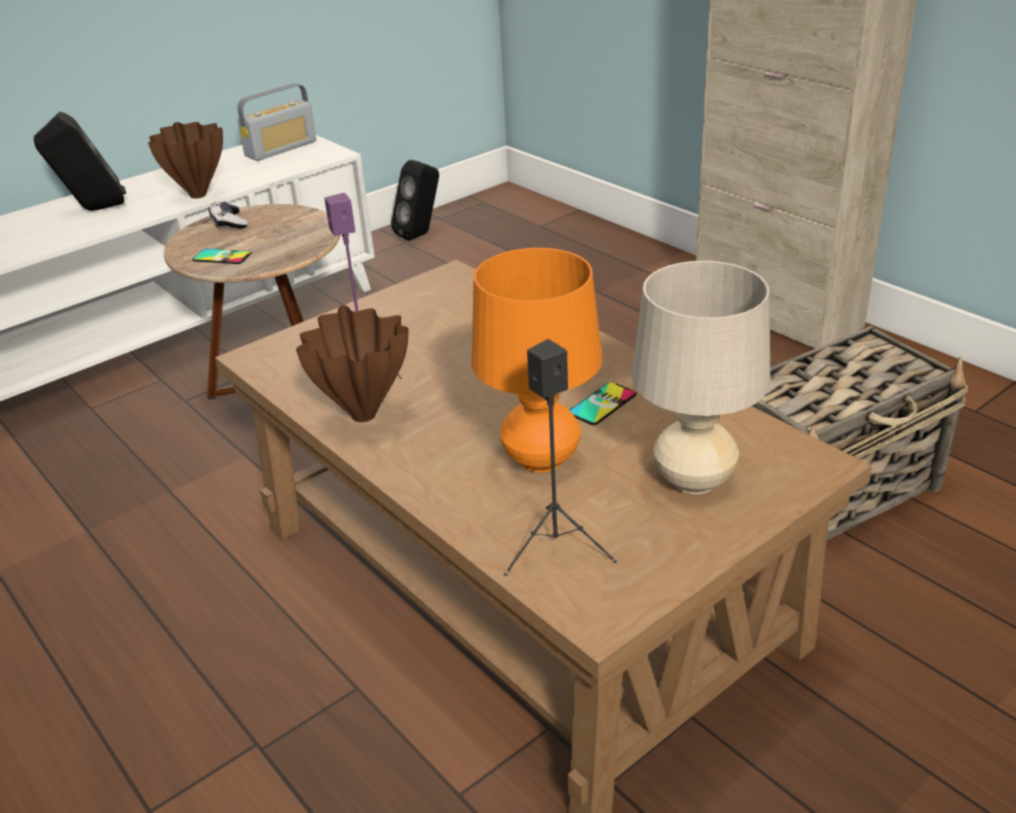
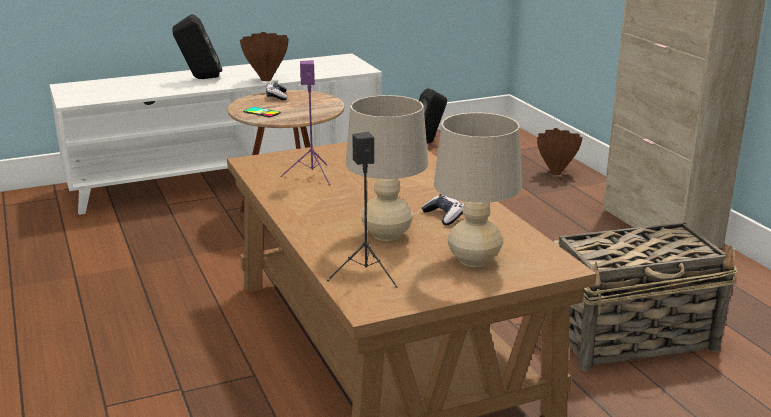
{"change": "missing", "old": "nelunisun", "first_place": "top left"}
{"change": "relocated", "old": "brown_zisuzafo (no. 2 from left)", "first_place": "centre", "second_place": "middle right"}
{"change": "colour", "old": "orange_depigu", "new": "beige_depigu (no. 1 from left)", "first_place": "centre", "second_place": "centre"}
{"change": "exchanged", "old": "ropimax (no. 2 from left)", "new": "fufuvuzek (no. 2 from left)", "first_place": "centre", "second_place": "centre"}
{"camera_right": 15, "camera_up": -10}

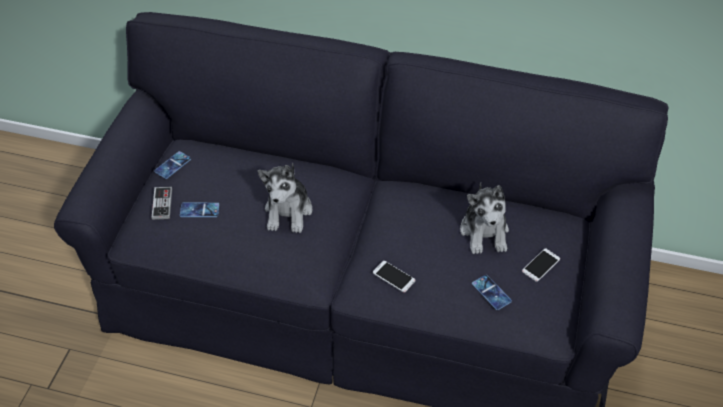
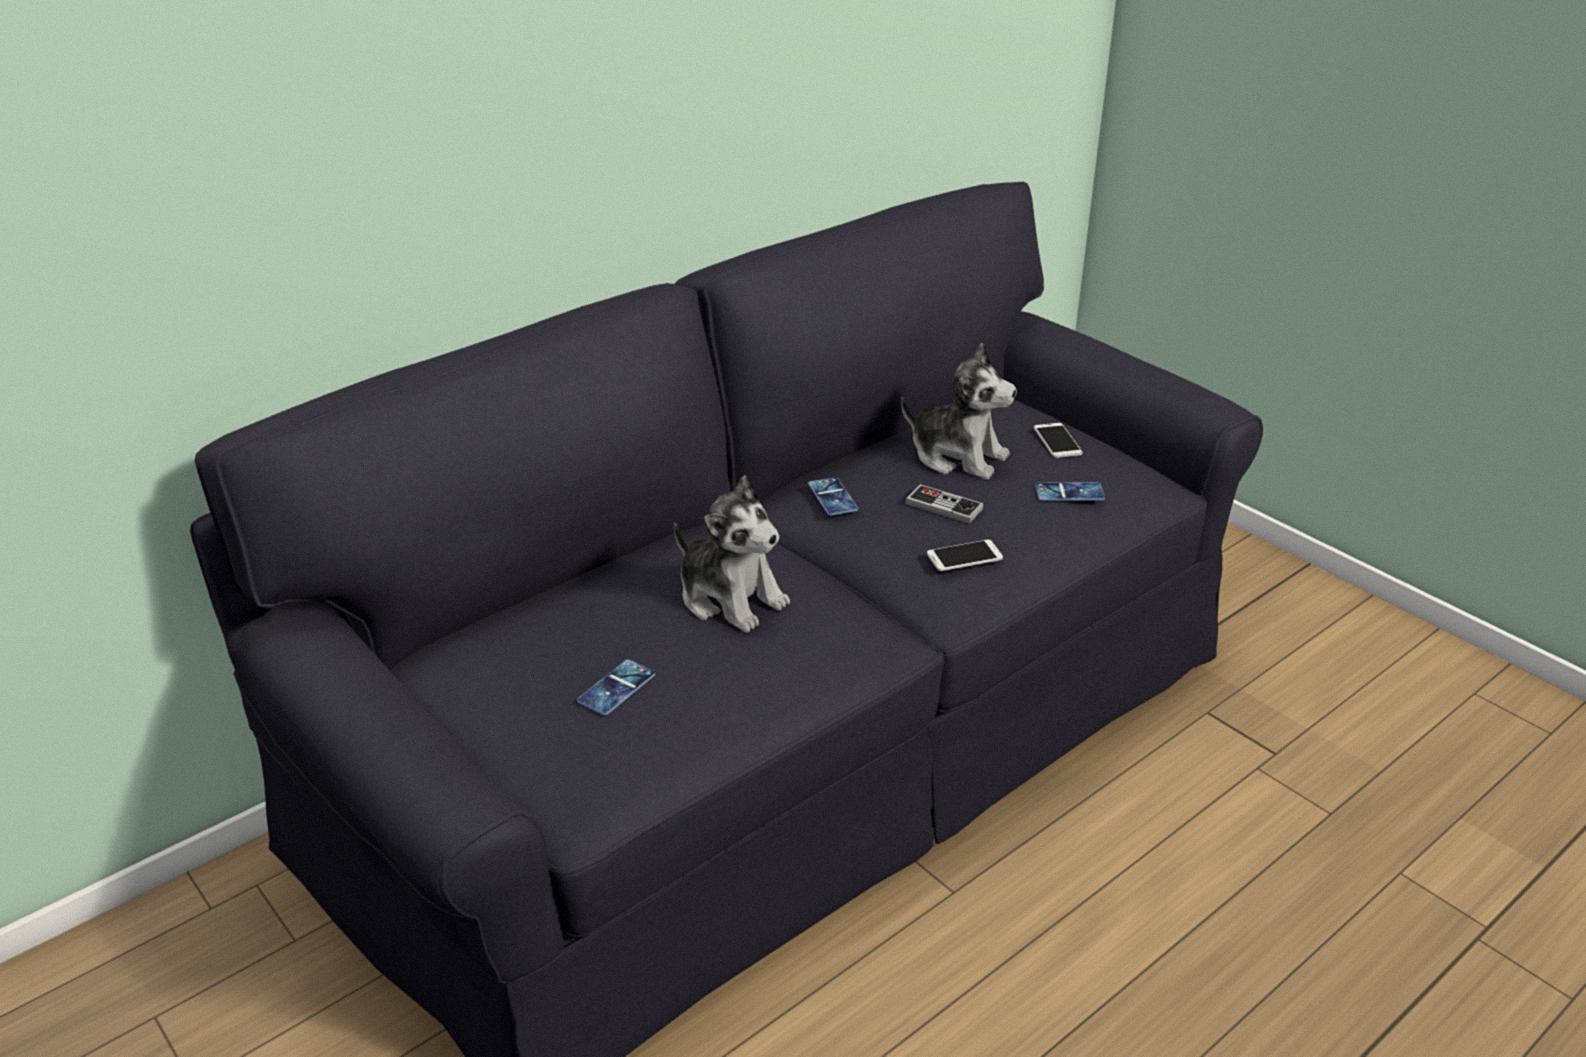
{"change": "relocated", "old": "fufuvuzek", "first_place": "middle left", "second_place": "centre"}
{"change": "relocated", "old": "ropimax (no. 1 from left in the first image)", "new": "ropimax (no. 2 from left)", "first_place": "middle left", "second_place": "centre"}
{"camera_right": -55, "camera_up": -15}

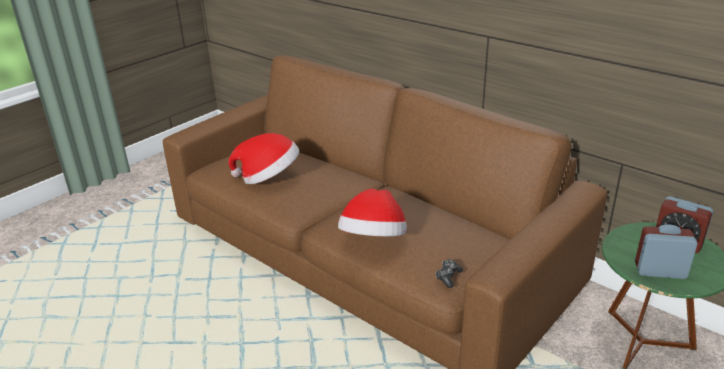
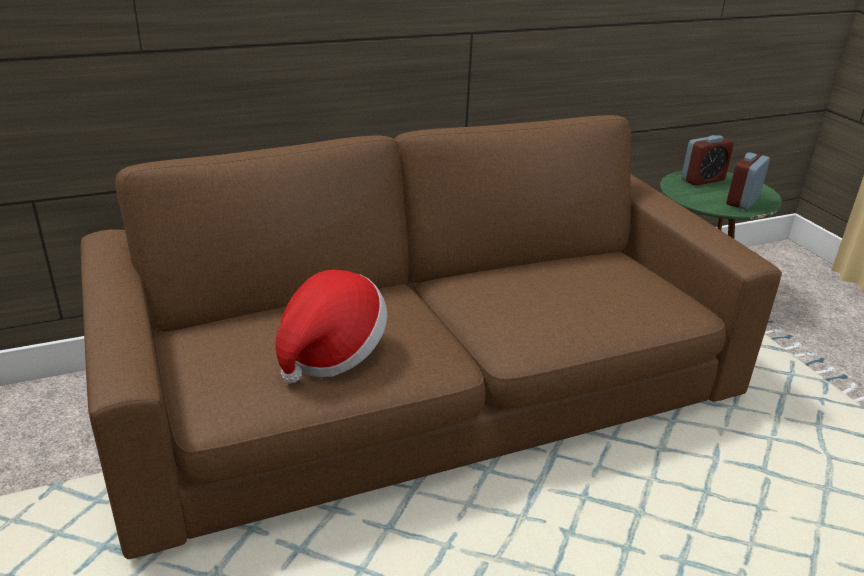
{"change": "missing", "old": "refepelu (no. 2 from left)", "first_place": "centre"}
{"change": "missing", "old": "fufuvuzek", "first_place": "bottom centre"}
{"camera_right": -65, "camera_up": 0}

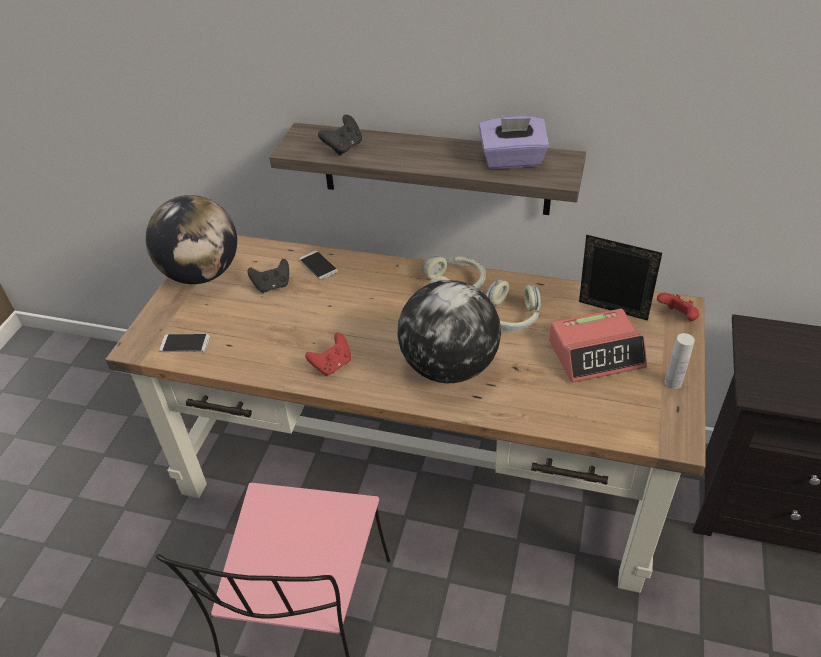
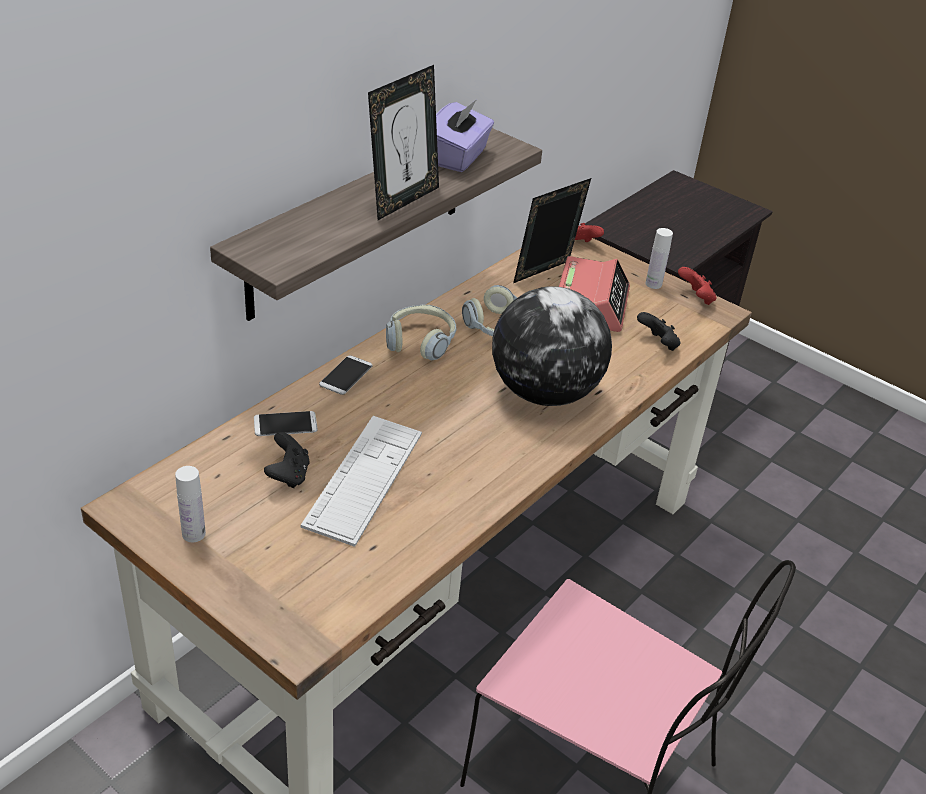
{"change": "exchanged", "old": "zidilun (no. 1 from left)", "new": "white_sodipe (no. 1 from left)", "first_place": "middle left", "second_place": "middle left"}
{"change": "relocated", "old": "ropimax (no. 1 from left in the first image)", "new": "ropimax (no. 2 from left)", "first_place": "middle left", "second_place": "centre"}
{"change": "relocated", "old": "red_fufuvuzek (no. 1 from left in the first image)", "new": "red_fufuvuzek (no. 2 from left)", "first_place": "centre", "second_place": "middle right"}
{"change": "relocated", "old": "black_fufuvuzek (no. 2 from left)", "first_place": "top centre", "second_place": "middle right"}
{"change": "appeared", "new": "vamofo", "second_place": "centre"}
{"change": "appeared", "new": "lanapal (no. 1 from left)", "second_place": "top centre"}
{"camera_right": -70, "camera_up": -5}

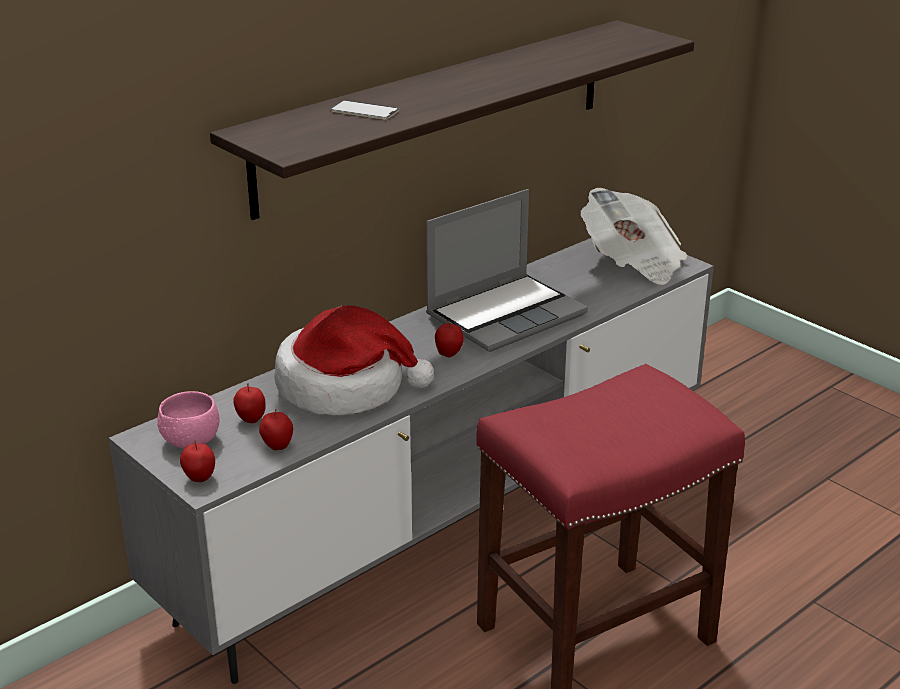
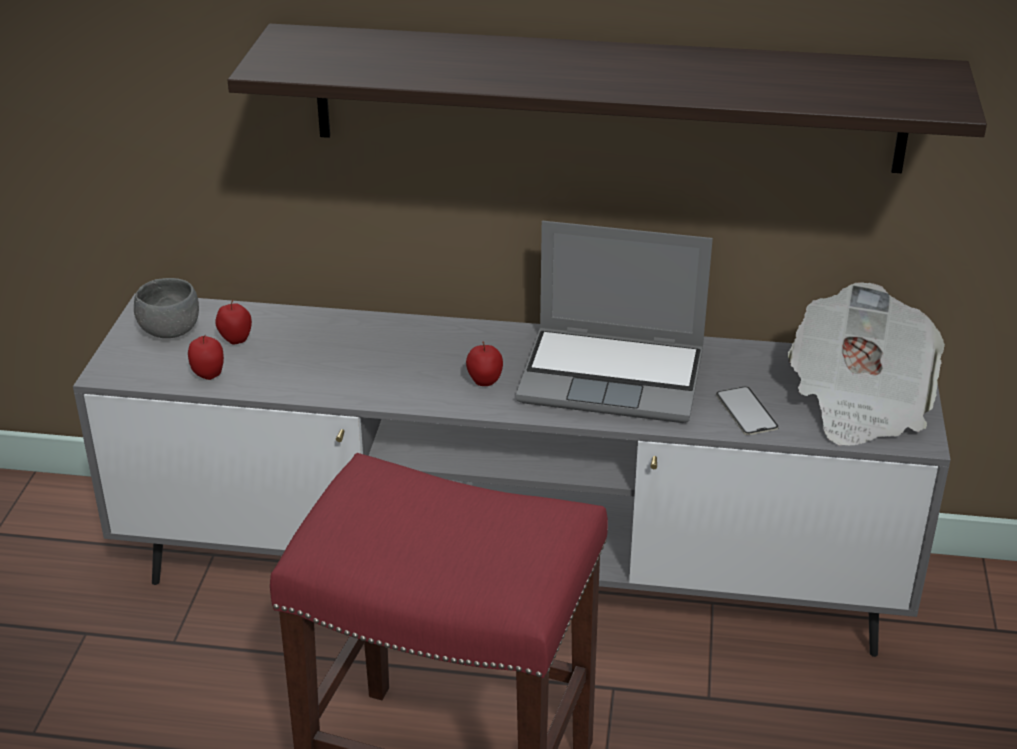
{"change": "colour", "old": "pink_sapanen", "new": "grey_sapanen", "first_place": "middle left", "second_place": "middle left"}
{"change": "missing", "old": "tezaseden (no. 1 from left)", "first_place": "bottom left"}
{"change": "missing", "old": "refepelu", "first_place": "centre"}
{"change": "relocated", "old": "ropimax", "first_place": "top centre", "second_place": "middle right"}
{"camera_right": 50, "camera_up": 5}

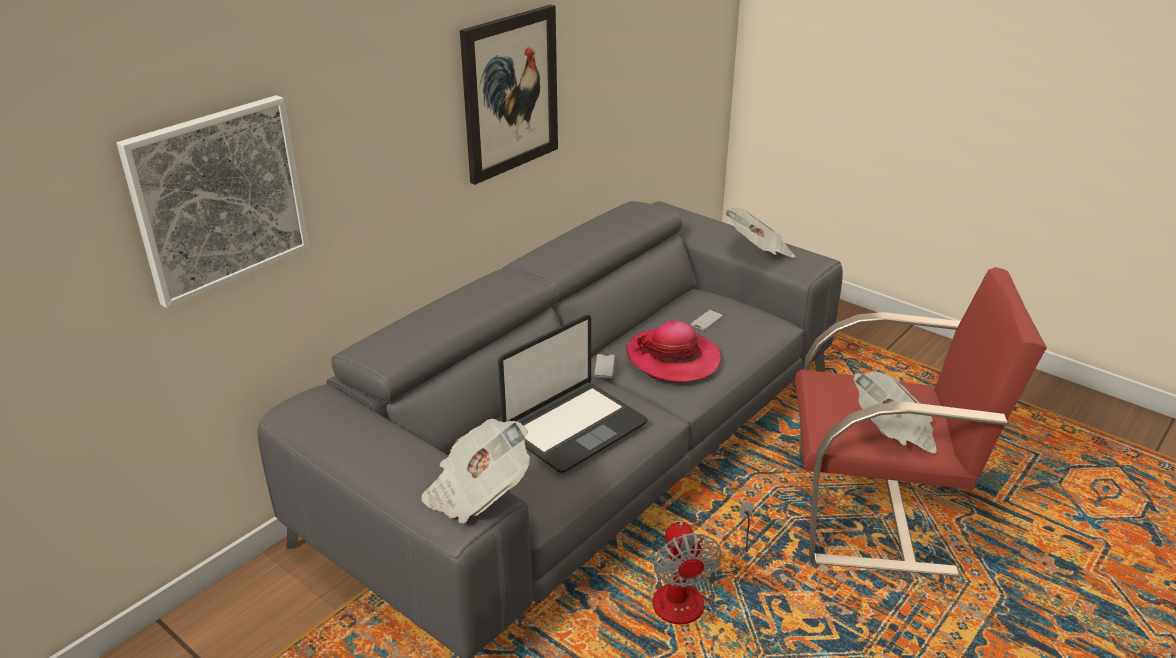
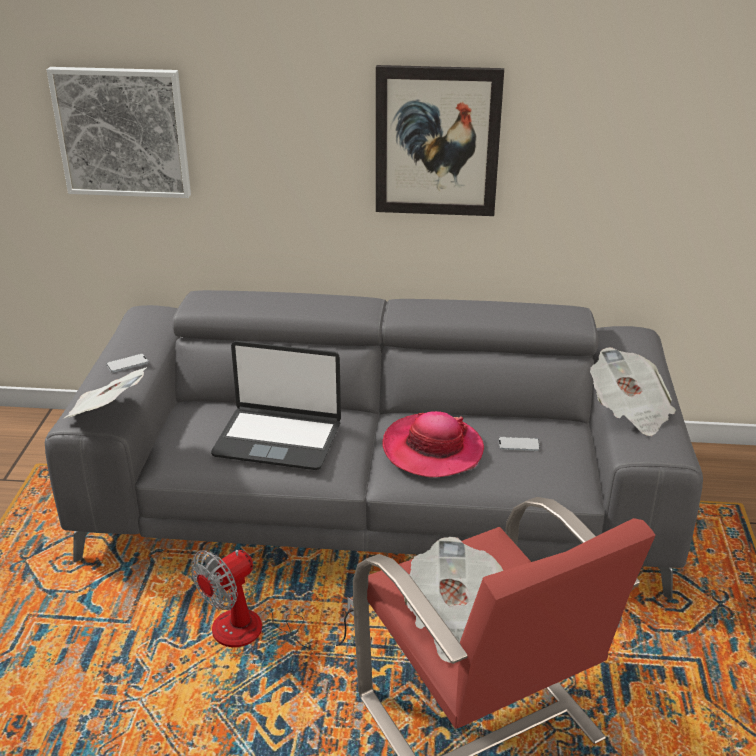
{"change": "relocated", "old": "ropimax (no. 1 from left)", "first_place": "centre", "second_place": "middle left"}
{"camera_right": 55, "camera_up": 0}

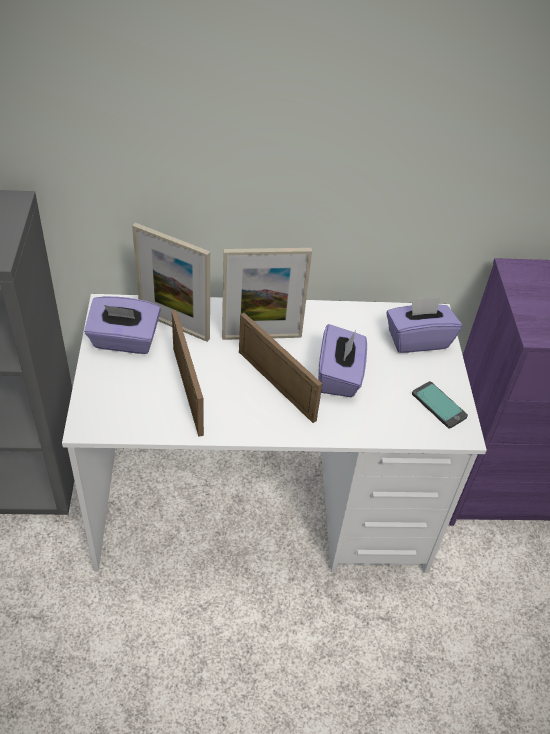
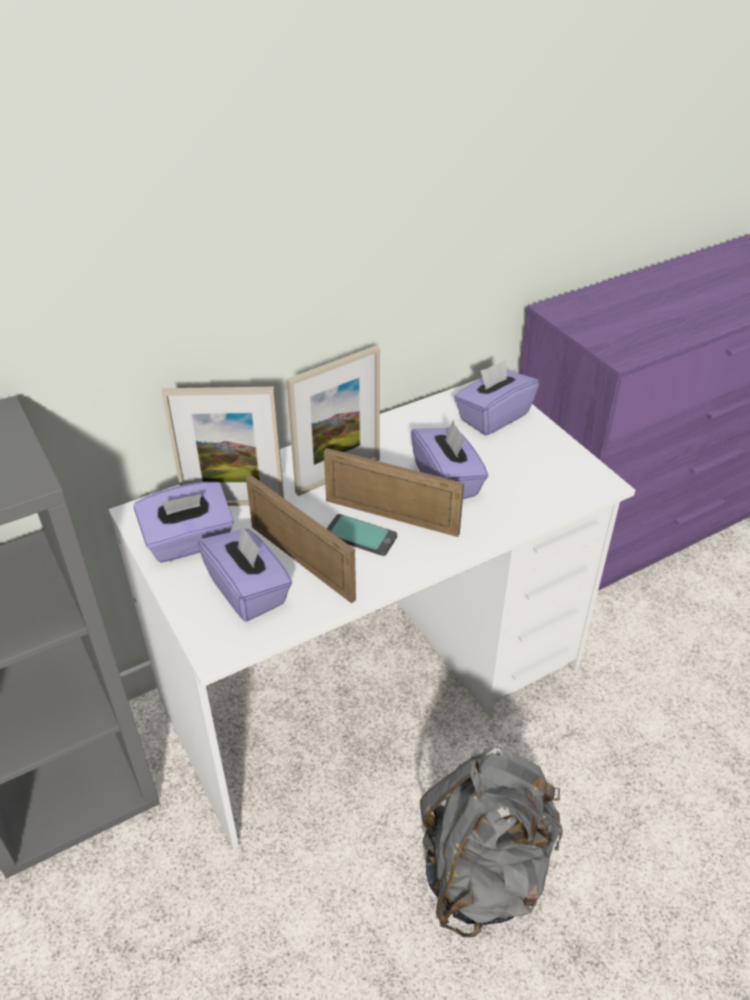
{"change": "relocated", "old": "ropimax", "first_place": "middle right", "second_place": "centre"}
{"change": "appeared", "new": "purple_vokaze (no. 2 from left)", "second_place": "middle left"}
{"change": "appeared", "new": "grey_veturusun", "second_place": "bottom centre"}
{"camera_right": -25, "camera_up": -5}

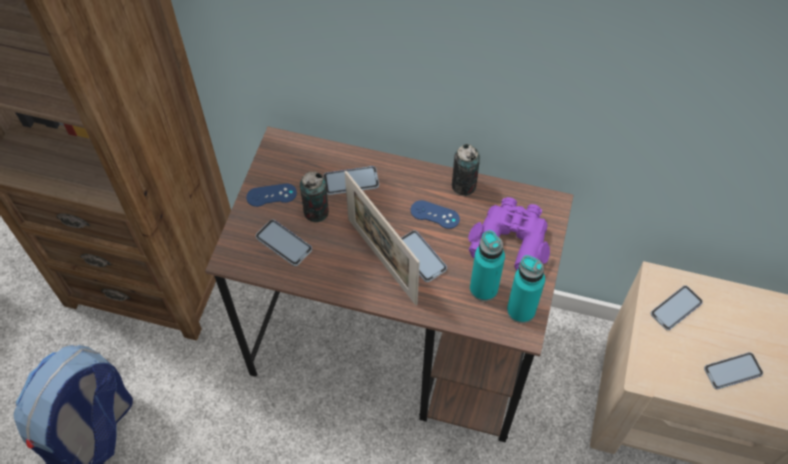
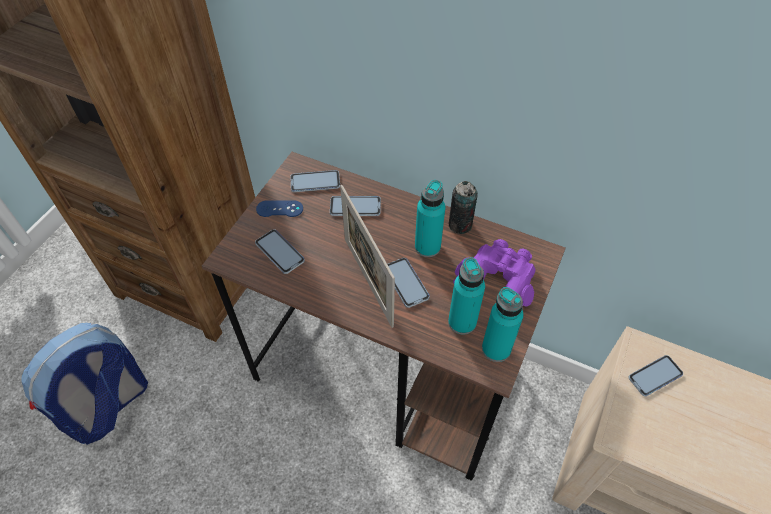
{"change": "missing", "old": "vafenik (no. 1 from left)", "first_place": "centre"}
{"change": "exchanged", "old": "blue_fufuvuzek (no. 2 from left)", "new": "turquoise_sodipe (no. 1 from left)", "first_place": "centre", "second_place": "centre"}
{"change": "relocated", "old": "ropimax (no. 5 from left in the first image)", "new": "ropimax (no. 2 from left)", "first_place": "bottom right", "second_place": "centre"}
{"camera_right": 10, "camera_up": -5}

